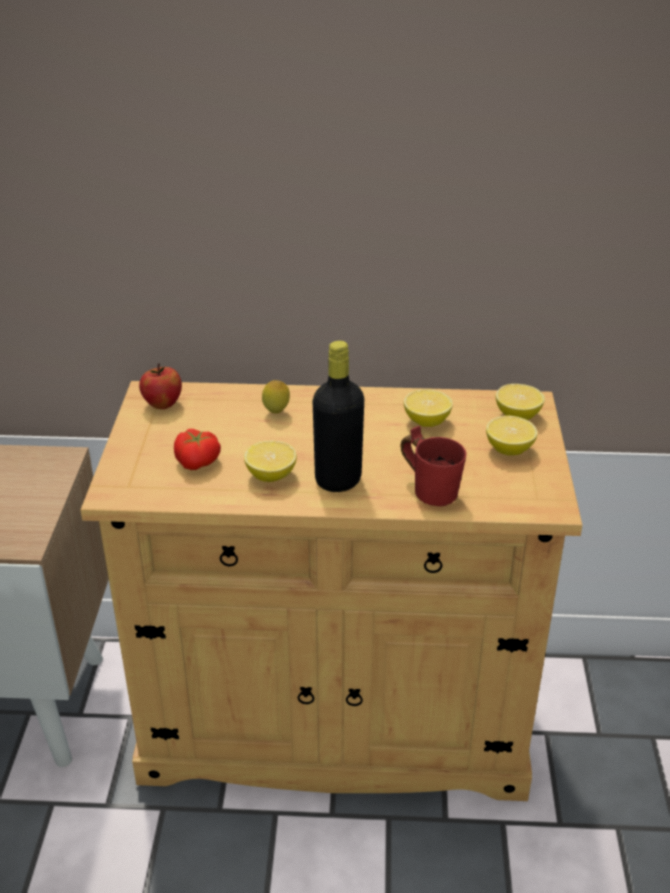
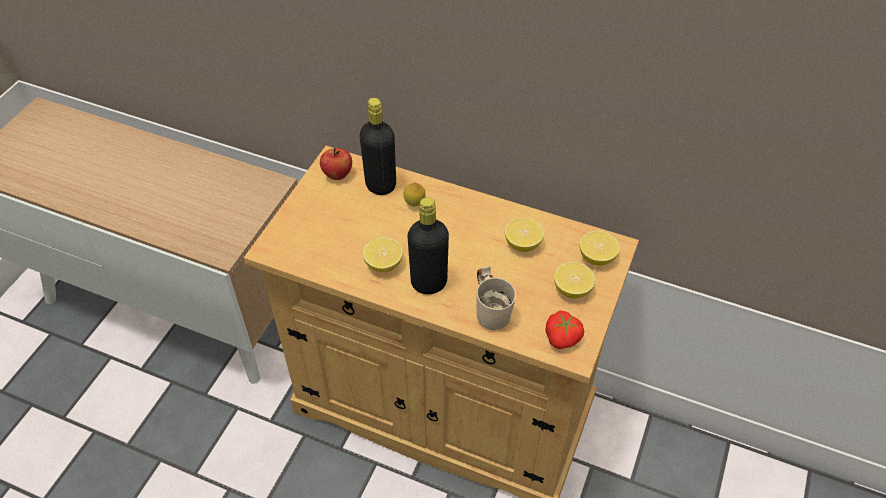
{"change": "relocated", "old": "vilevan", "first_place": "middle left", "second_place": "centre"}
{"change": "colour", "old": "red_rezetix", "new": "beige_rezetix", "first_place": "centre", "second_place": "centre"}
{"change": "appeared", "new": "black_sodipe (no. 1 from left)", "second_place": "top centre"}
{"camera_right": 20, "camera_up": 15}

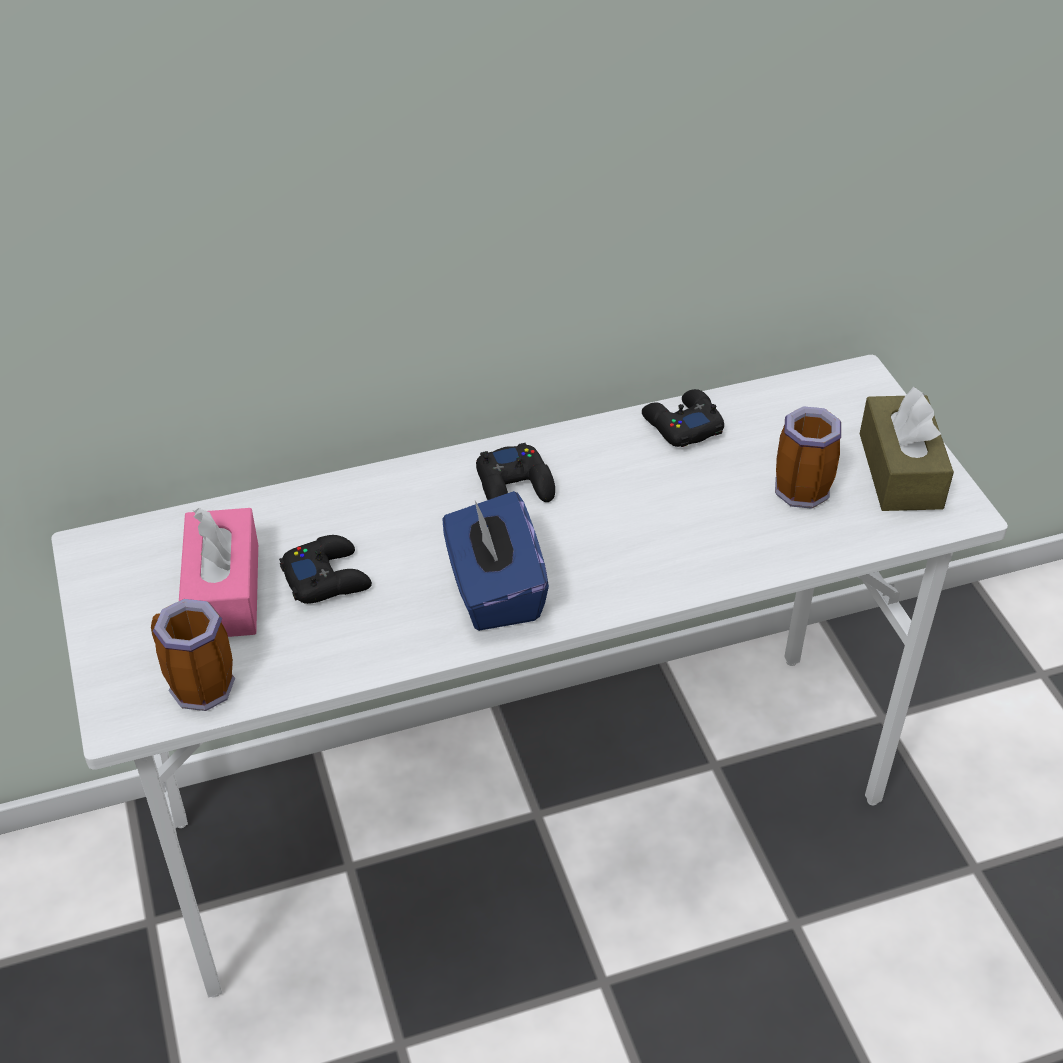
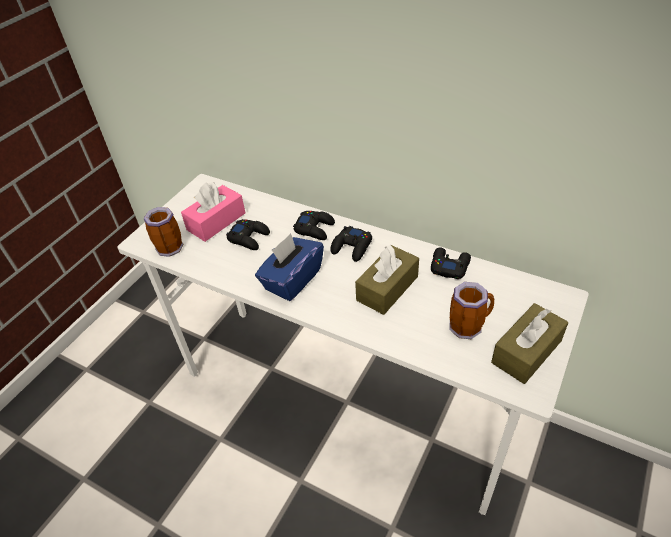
{"change": "appeared", "new": "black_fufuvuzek (no. 2 from left)", "second_place": "centre"}
{"change": "appeared", "new": "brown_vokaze (no. 1 from left)", "second_place": "centre"}
{"camera_right": 50, "camera_up": 0}

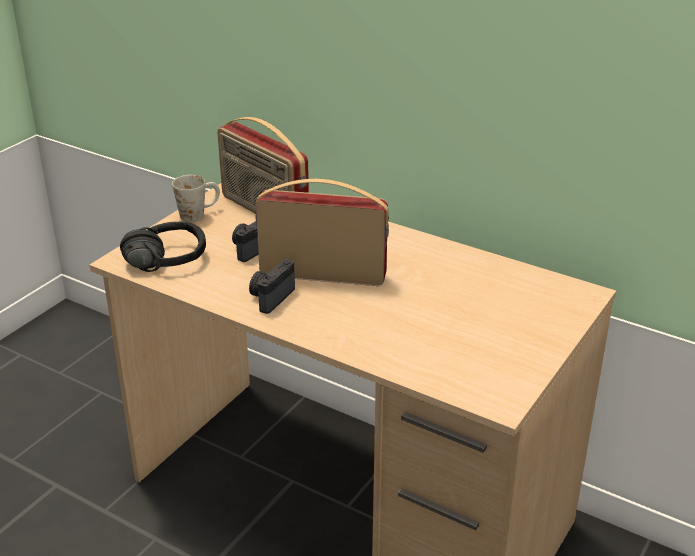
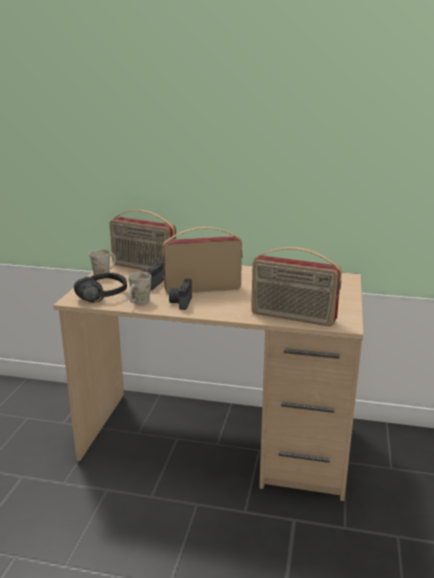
{"change": "appeared", "new": "white_rezetix (no. 2 from left)", "second_place": "middle left"}
{"change": "appeared", "new": "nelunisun (no. 3 from left)", "second_place": "middle right"}
{"camera_right": -20, "camera_up": -10}

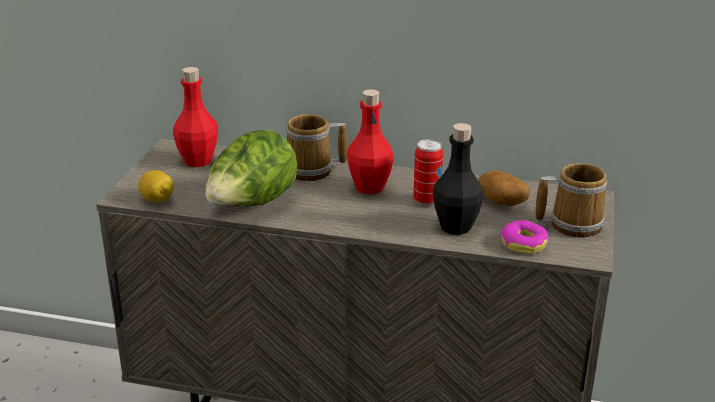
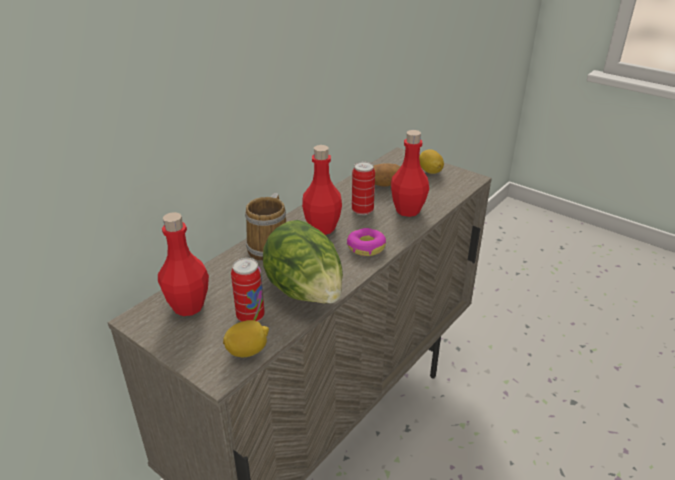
{"change": "colour", "old": "black_sodipe", "new": "red_sodipe (no. 3 from left)", "first_place": "centre", "second_place": "centre"}
{"change": "relocated", "old": "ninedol", "first_place": "middle right", "second_place": "centre"}
{"change": "exchanged", "old": "rezetix (no. 2 from left)", "new": "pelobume (no. 2 from left)", "first_place": "middle right", "second_place": "centre"}
{"change": "appeared", "new": "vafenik (no. 1 from left)", "second_place": "centre"}
{"camera_right": -65, "camera_up": 5}

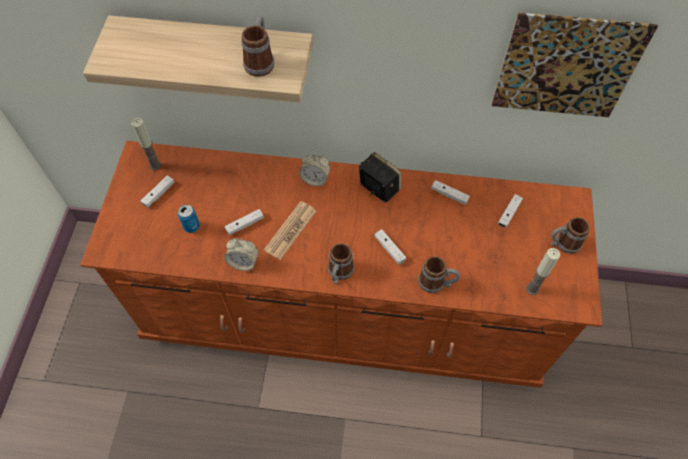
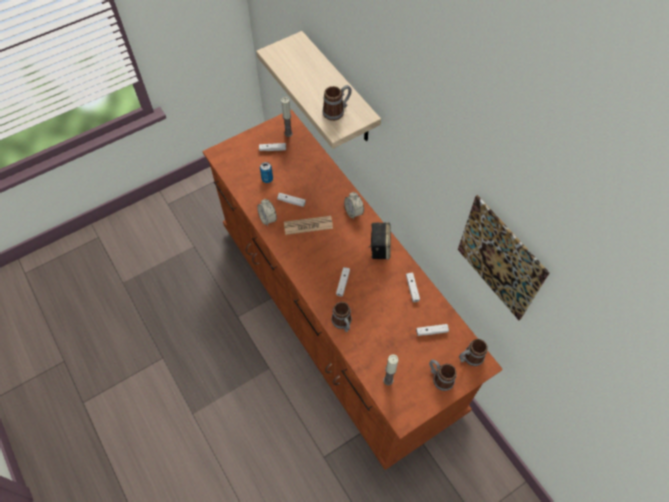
{"change": "relocated", "old": "rezetix (no. 2 from left in the first image)", "new": "rezetix (no. 4 from left)", "first_place": "centre", "second_place": "bottom right"}
{"camera_right": 50, "camera_up": 0}

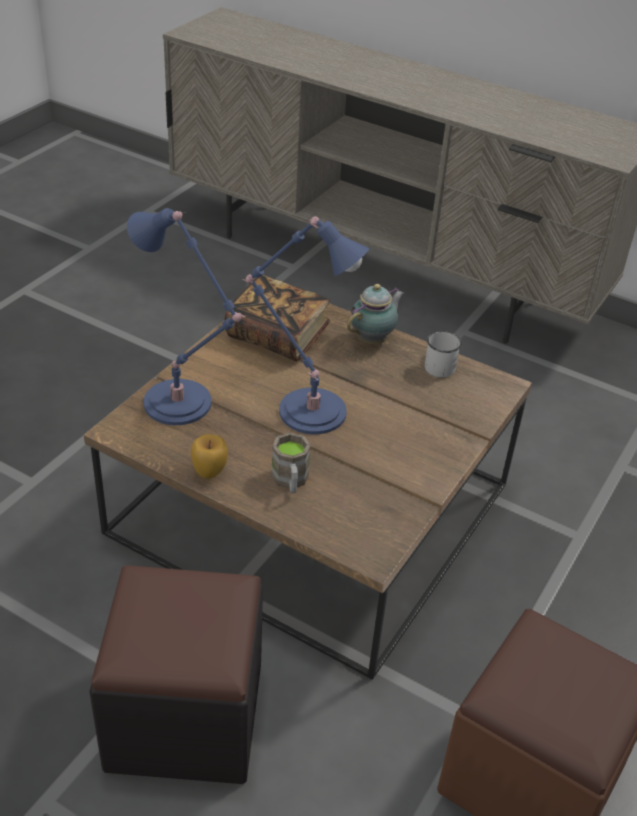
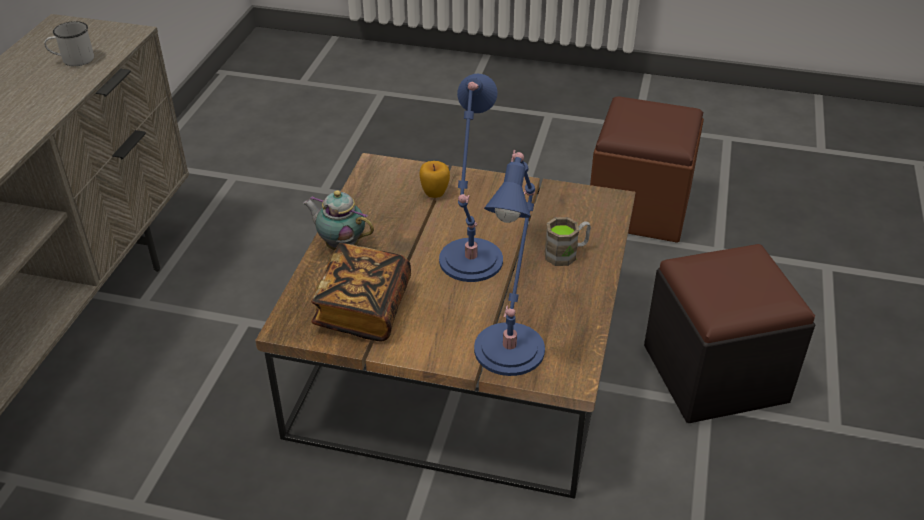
{"change": "relocated", "old": "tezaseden", "first_place": "middle left", "second_place": "centre"}
{"change": "relocated", "old": "white_rezetix", "first_place": "middle right", "second_place": "top left"}
{"camera_right": -105, "camera_up": 0}

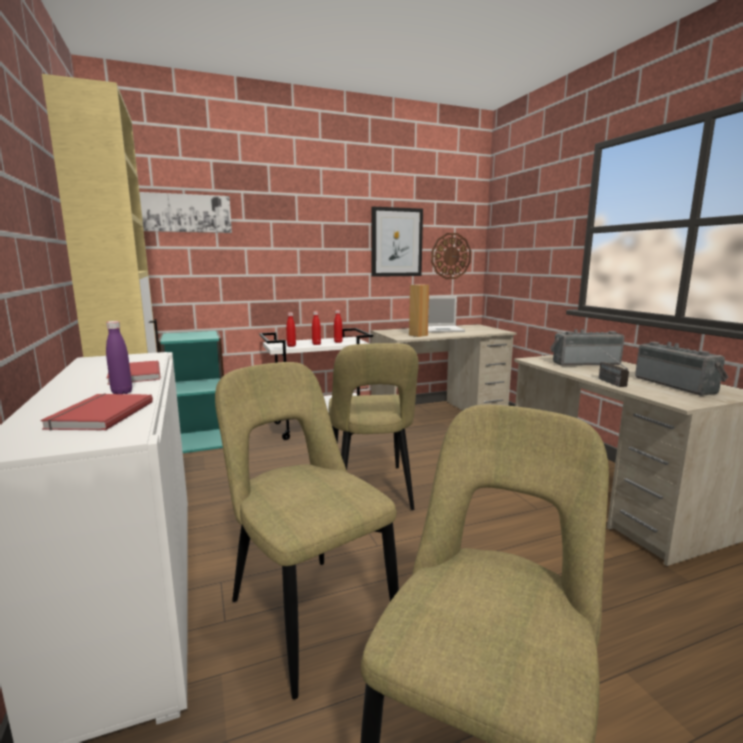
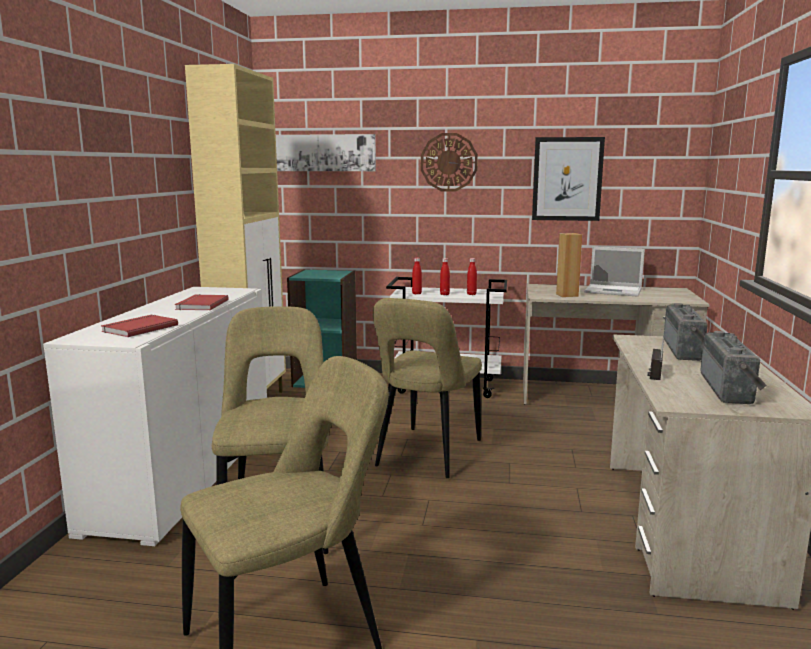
{"change": "missing", "old": "purple_sodipe", "first_place": "middle left"}
{"change": "relocated", "old": "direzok", "first_place": "centre", "second_place": "top centre"}
{"change": "spun", "old": "nelunisun (no. 1 from left in the first image)", "first_place": "middle right", "second_place": "middle right", "degrees": 75}
{"camera_right": 30, "camera_up": 0}

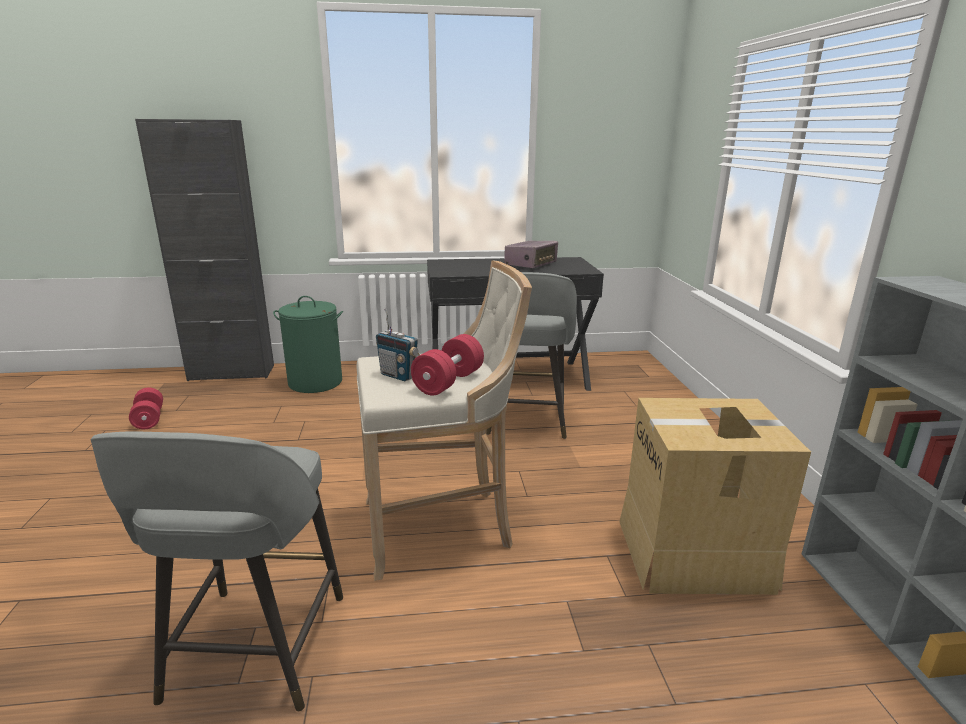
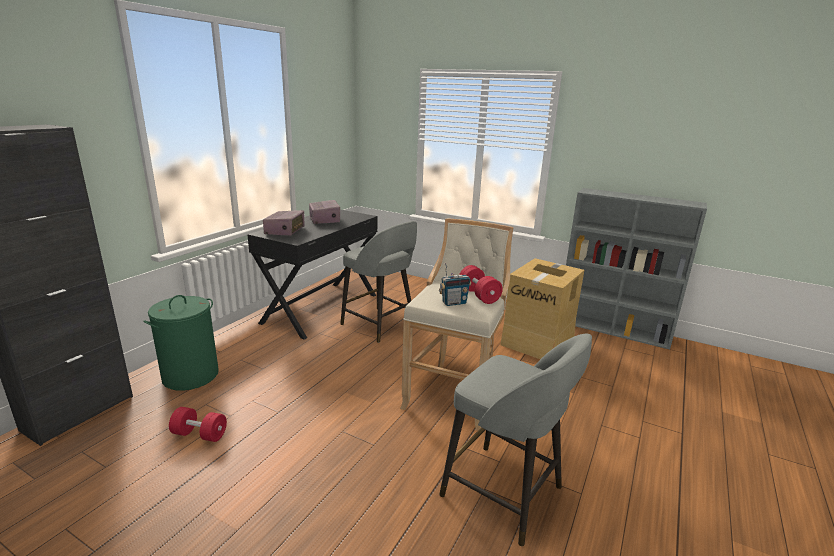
{"change": "relocated", "old": "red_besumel (no. 1 from left)", "first_place": "middle left", "second_place": "bottom left"}
{"change": "appeared", "new": "nelunisun (no. 1 from left)", "second_place": "centre"}
{"camera_right": -55, "camera_up": 0}

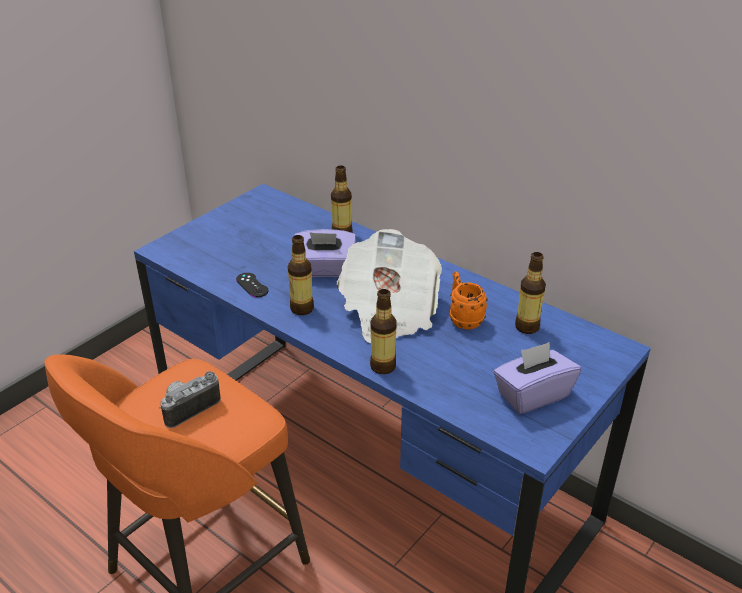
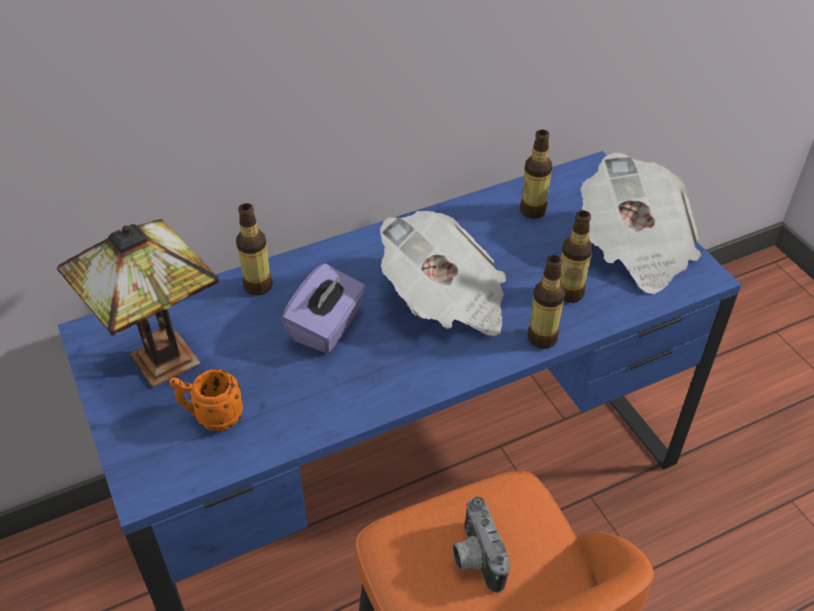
{"change": "missing", "old": "black_fufuvuzek", "first_place": "centre"}
{"change": "relocated", "old": "sodipe (no. 1 from left in the first image)", "new": "sodipe (no. 4 from left)", "first_place": "centre", "second_place": "middle right"}
{"change": "relocated", "old": "orange_rezetix", "first_place": "centre", "second_place": "middle left"}
{"change": "exchanged", "old": "purple_vokaze (no. 2 from left)", "new": "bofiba (no. 2 from left)", "first_place": "middle right", "second_place": "middle right"}
{"change": "appeared", "new": "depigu", "second_place": "middle left"}
{"camera_right": -65, "camera_up": 10}

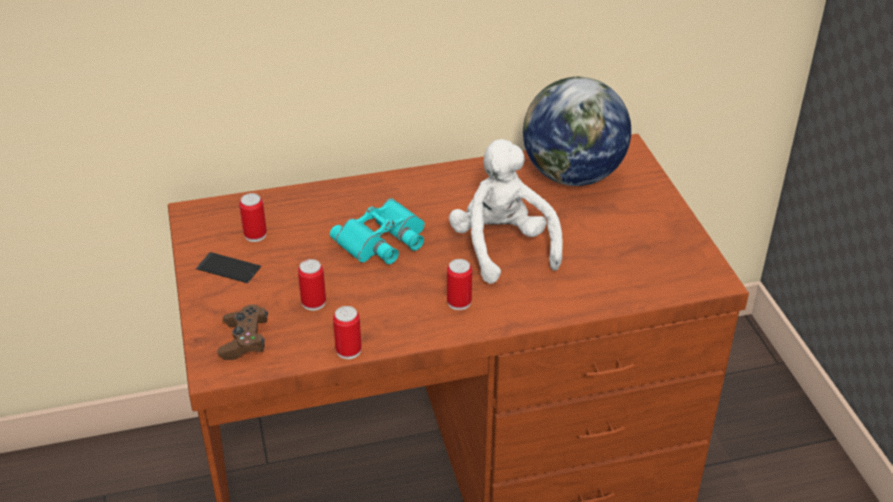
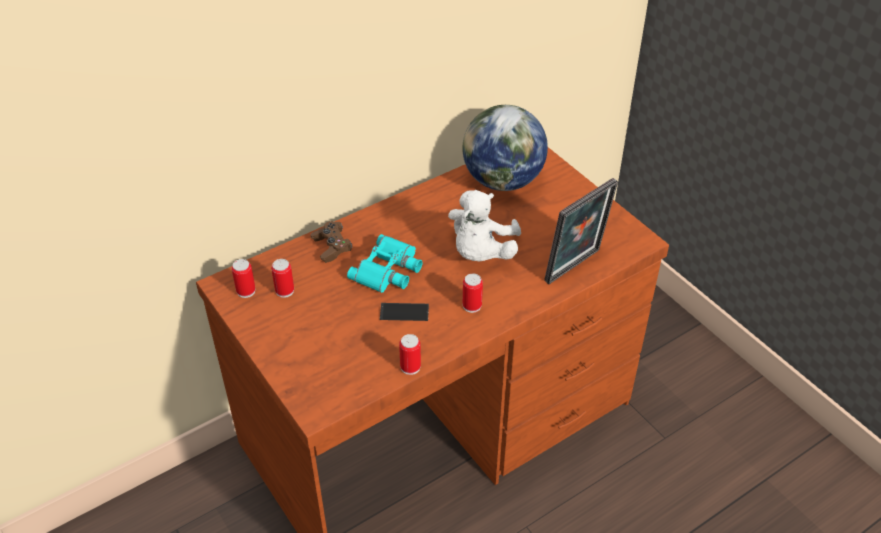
{"change": "relocated", "old": "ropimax", "first_place": "middle left", "second_place": "centre"}
{"change": "relocated", "old": "brown_fufuvuzek", "first_place": "middle left", "second_place": "centre"}
{"change": "relocated", "old": "vafenik (no. 2 from left in the first image)", "new": "vafenik (no. 1 from left)", "first_place": "centre", "second_place": "middle left"}
{"change": "spun", "old": "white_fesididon", "first_place": "centre", "second_place": "centre", "degrees": -120}
{"change": "appeared", "new": "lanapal", "second_place": "centre"}
{"camera_right": -20, "camera_up": 5}

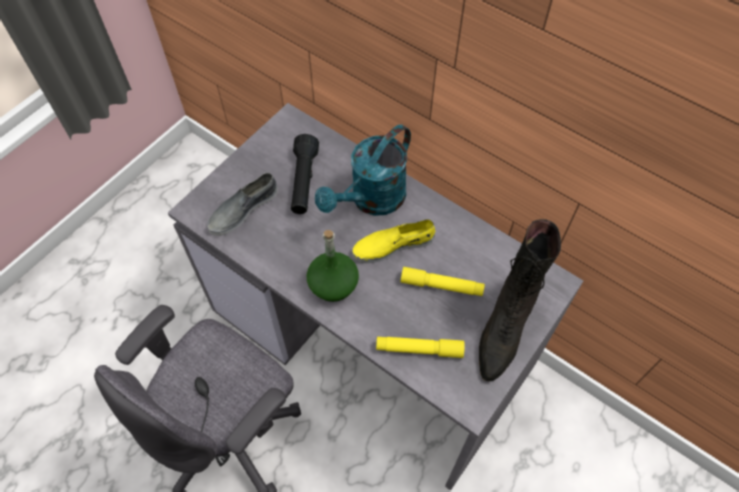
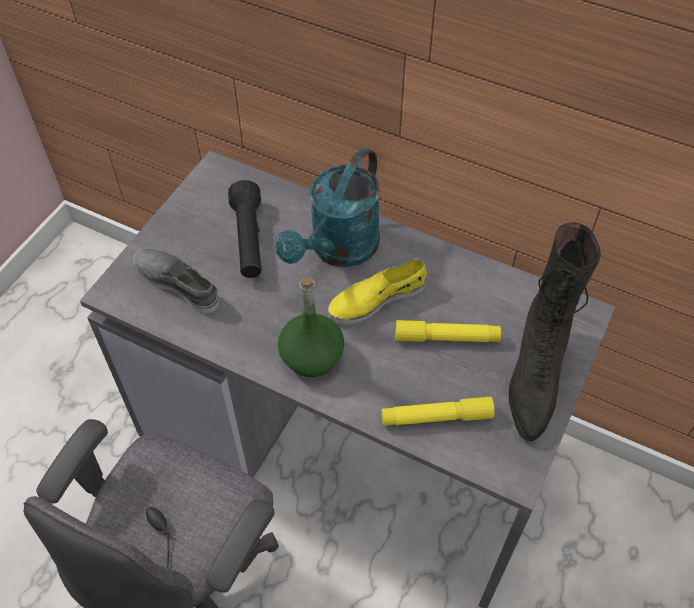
{"change": "spun", "old": "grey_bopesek", "first_place": "middle left", "second_place": "middle left", "degrees": 90}
{"camera_right": -10, "camera_up": -5}

